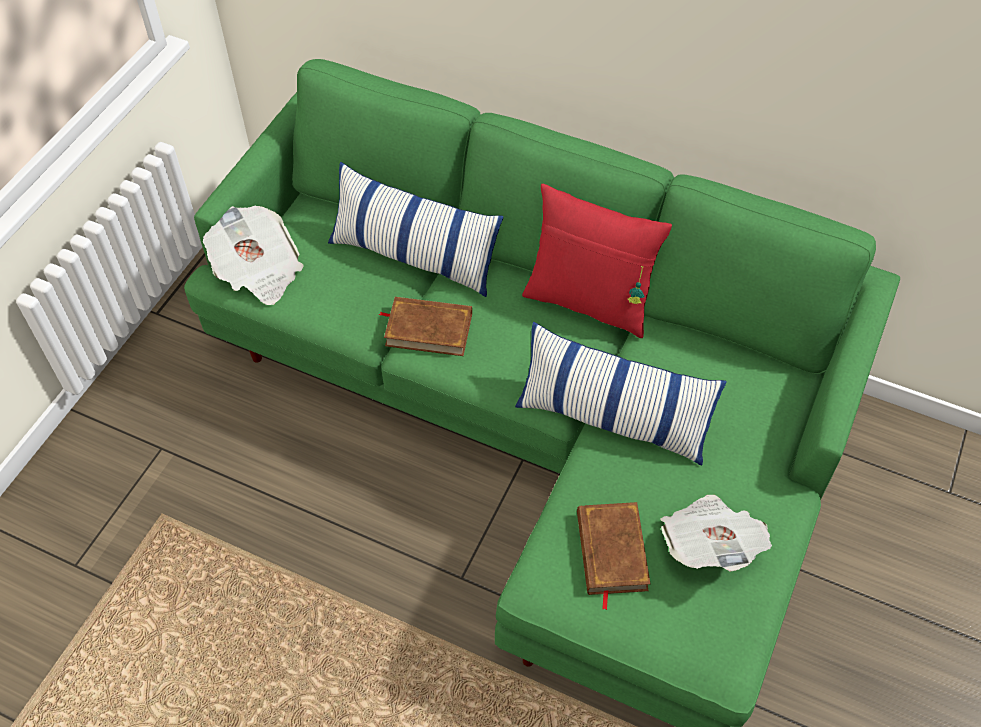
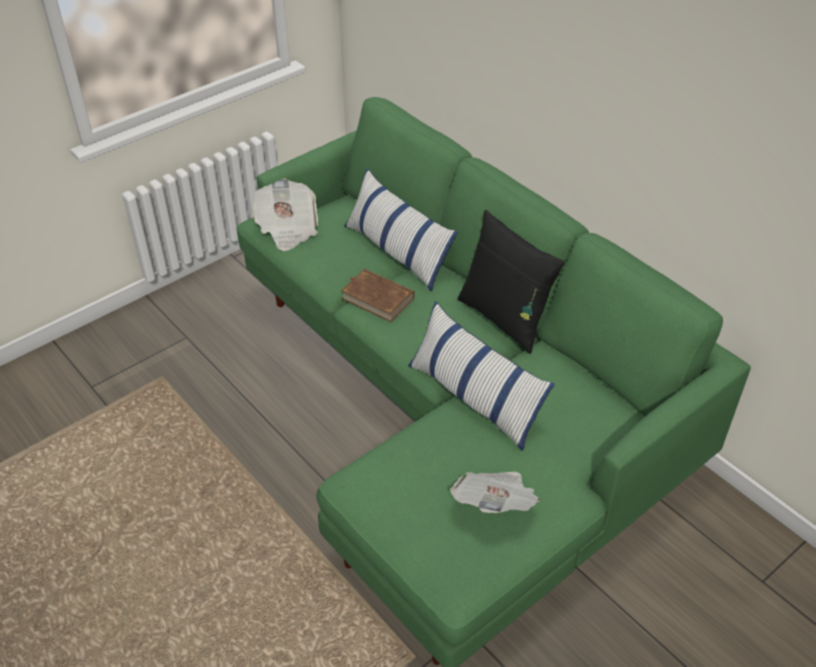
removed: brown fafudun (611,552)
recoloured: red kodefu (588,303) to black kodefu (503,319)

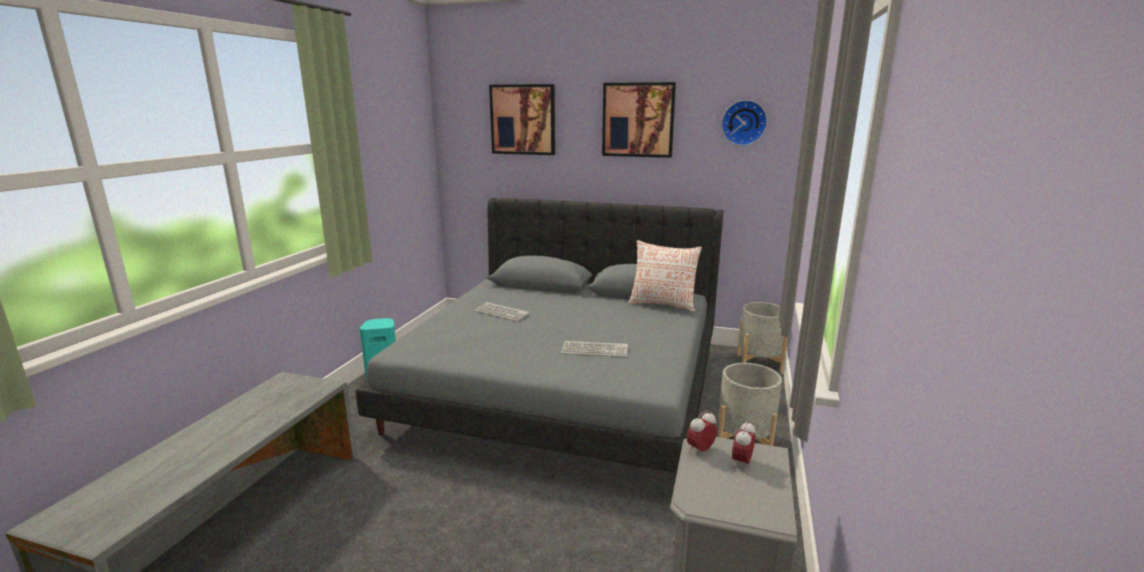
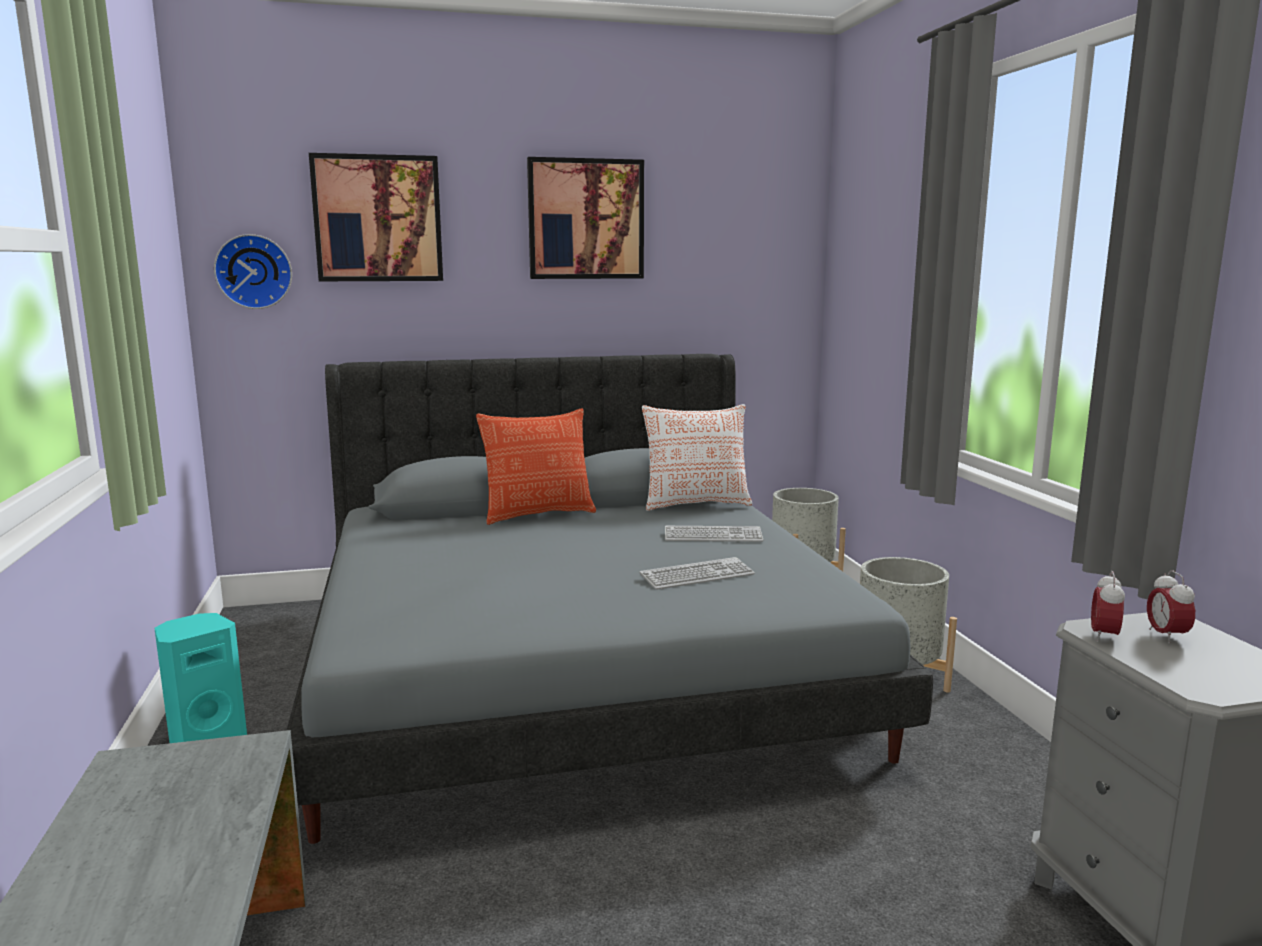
added: orange kodefu (538,515)
moved: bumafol (744,123) to (254,271); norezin (501,313) to (713,536)

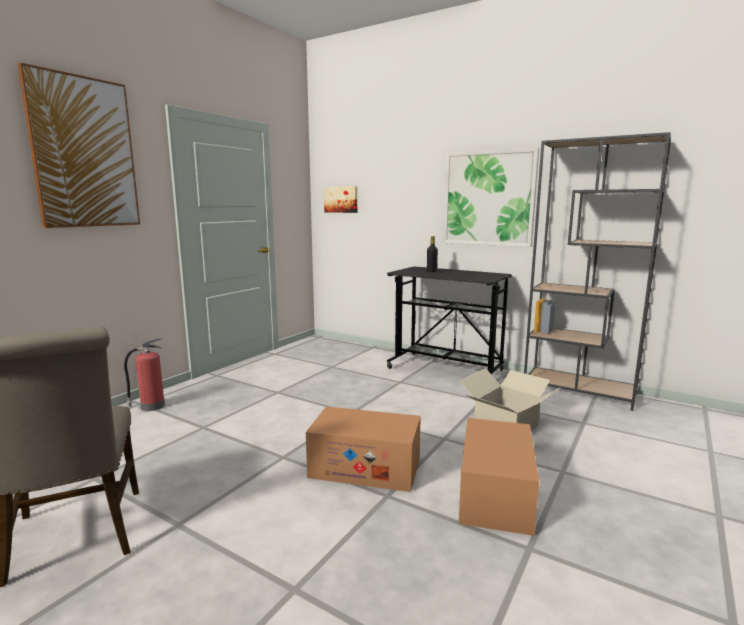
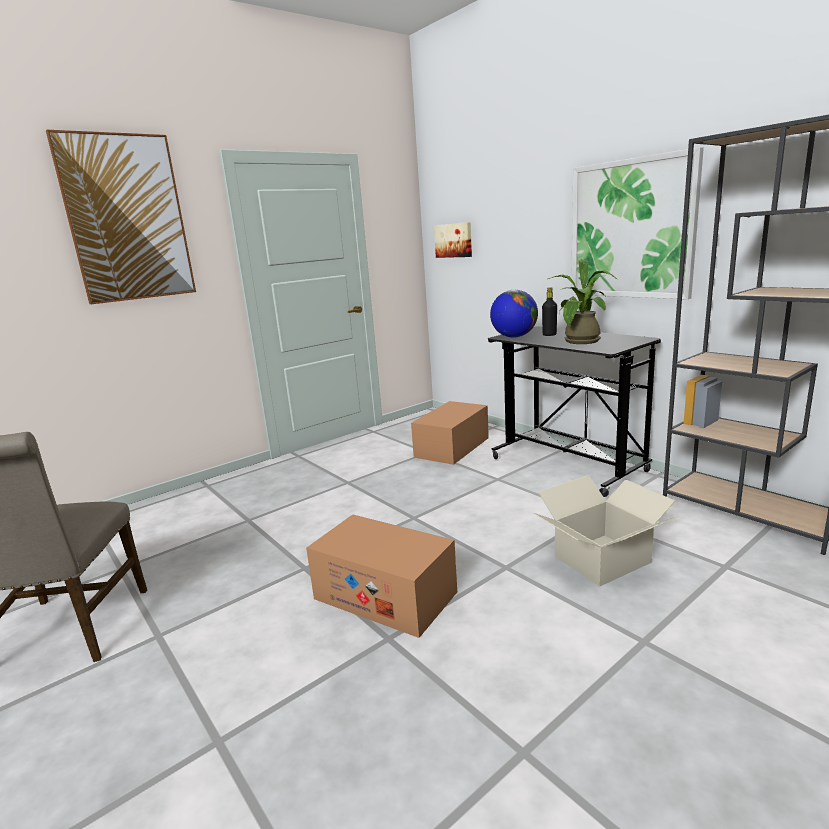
removed: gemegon (151,406)
added: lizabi (514,337); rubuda (580,342)
moved: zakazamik (495,493) to (452,447)

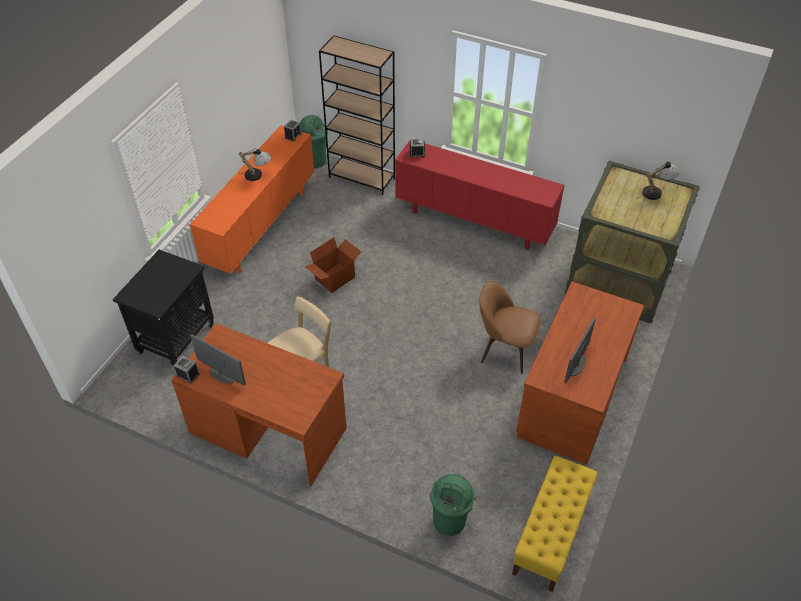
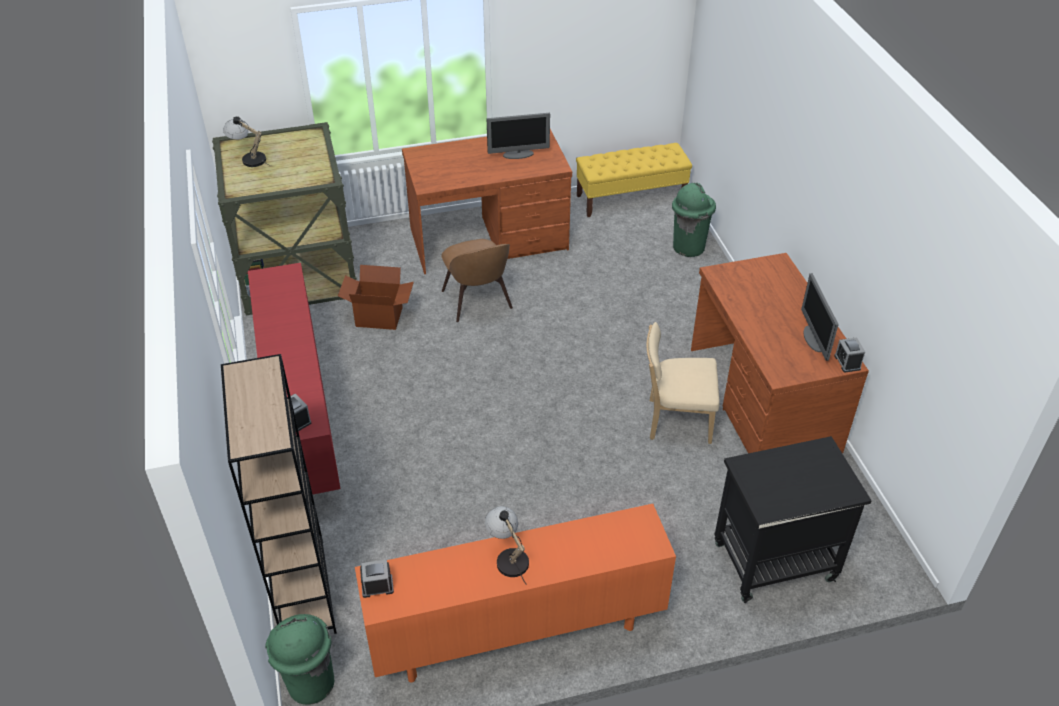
moved: zakazamik (335,279) to (379,316)

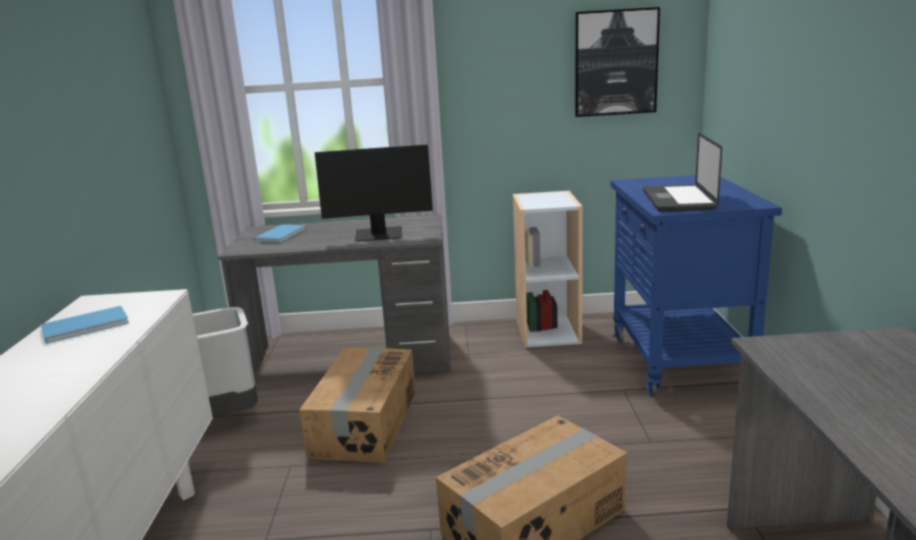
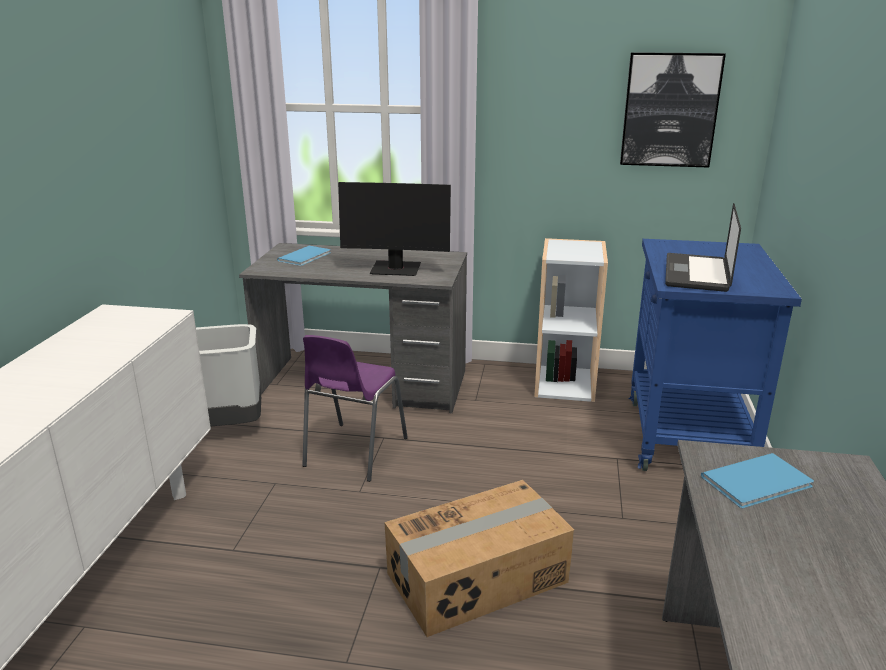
moved: blue fafudun (88,326) to (760,482)
replaced: zakazamik (364,424) to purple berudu (353,453)

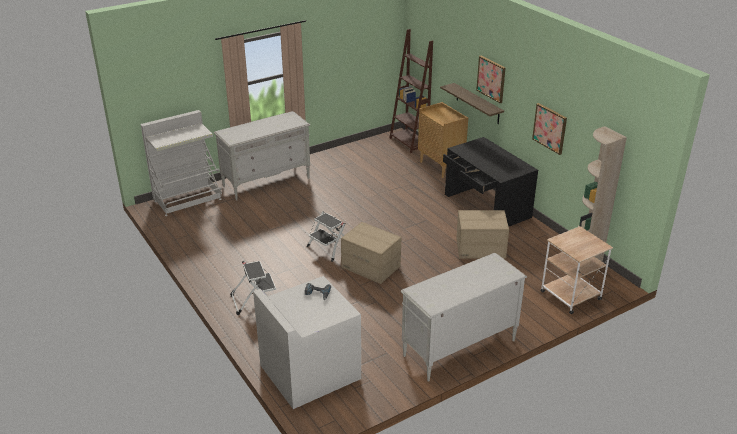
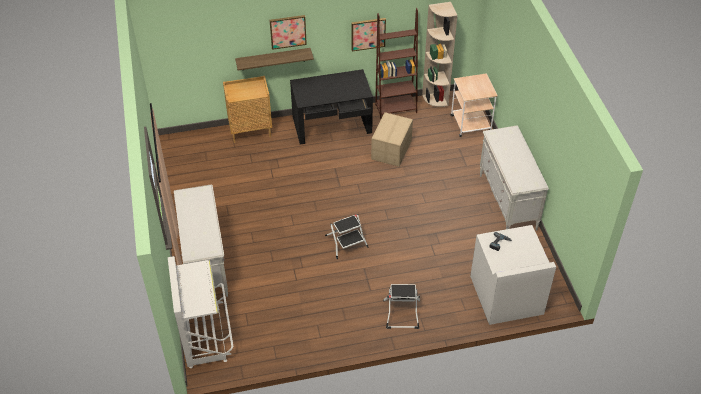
removed: zakazamik (371,266)
moved: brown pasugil (408,143) to (396,108)

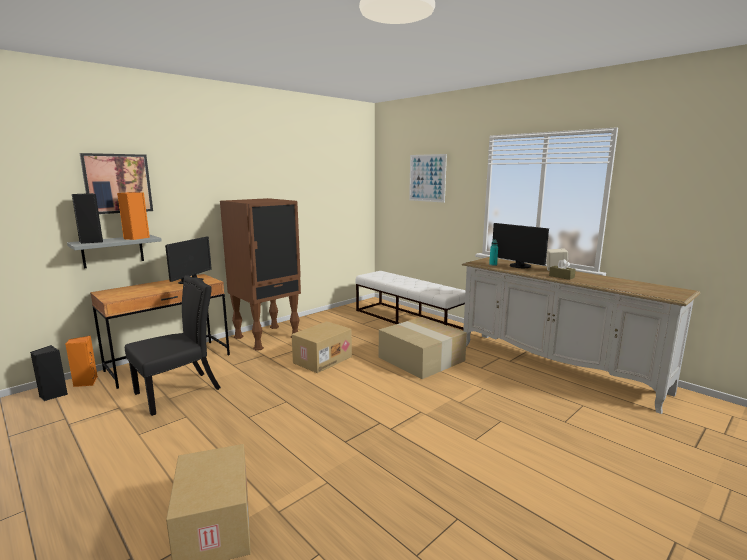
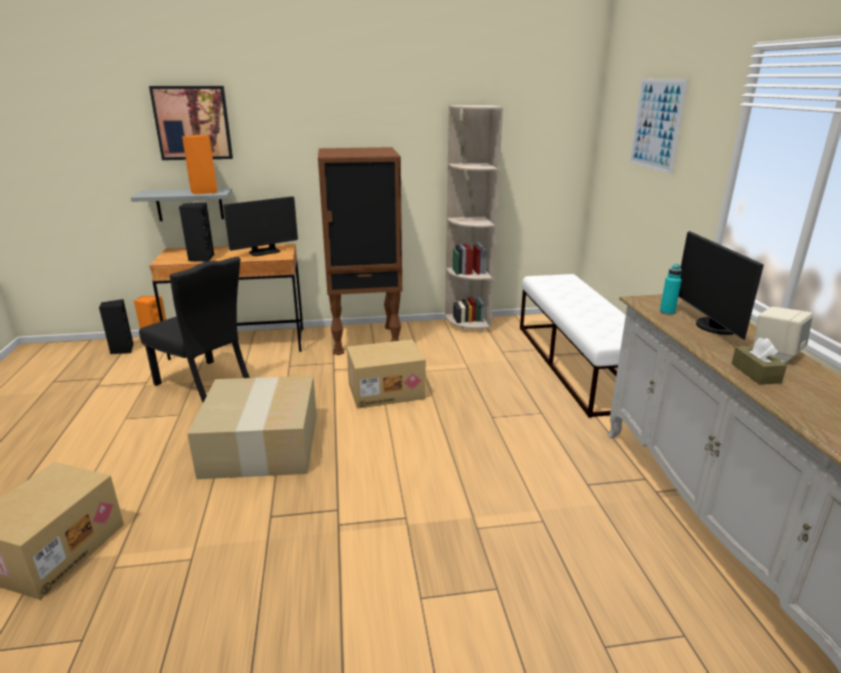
added: beige pasugil (468,326)
moved: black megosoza (91,241) to (201,258); zakazamik (422,359) to (263,445)
turned: black berudu (176,392) = (204,382) 45 degrees clockwise

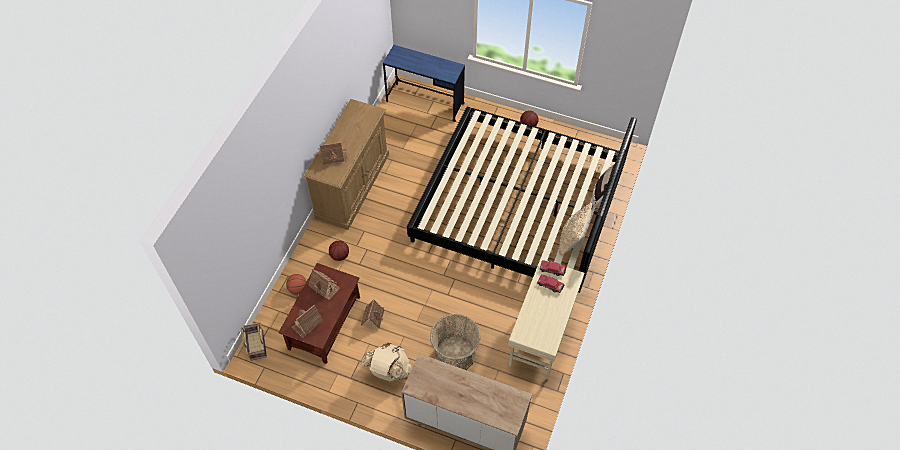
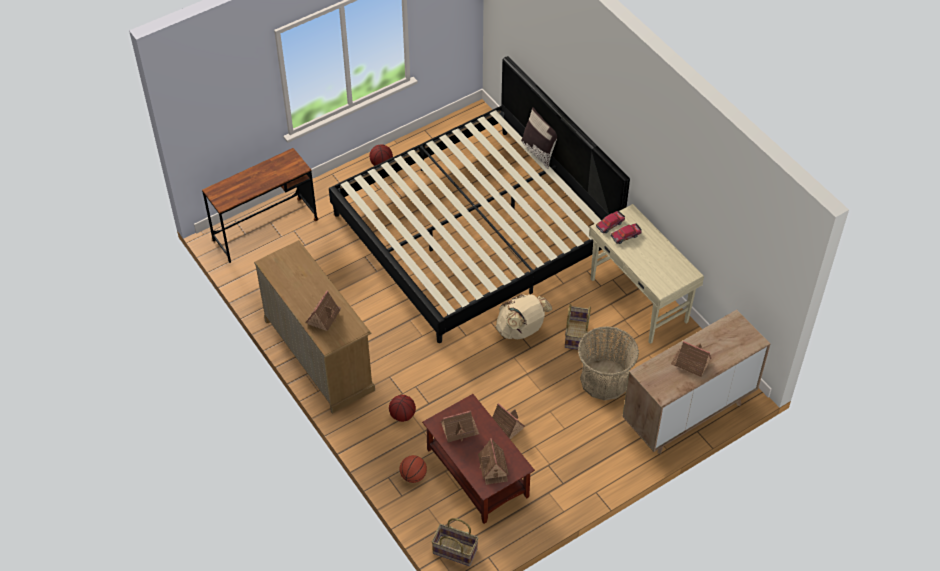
removed: beige kodefu (572,241)
added: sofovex (577,335); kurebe (690,363)
moved: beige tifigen (388,370) to (521,330)
recoloured: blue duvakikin (425,102) to brown duvakikin (265,230)

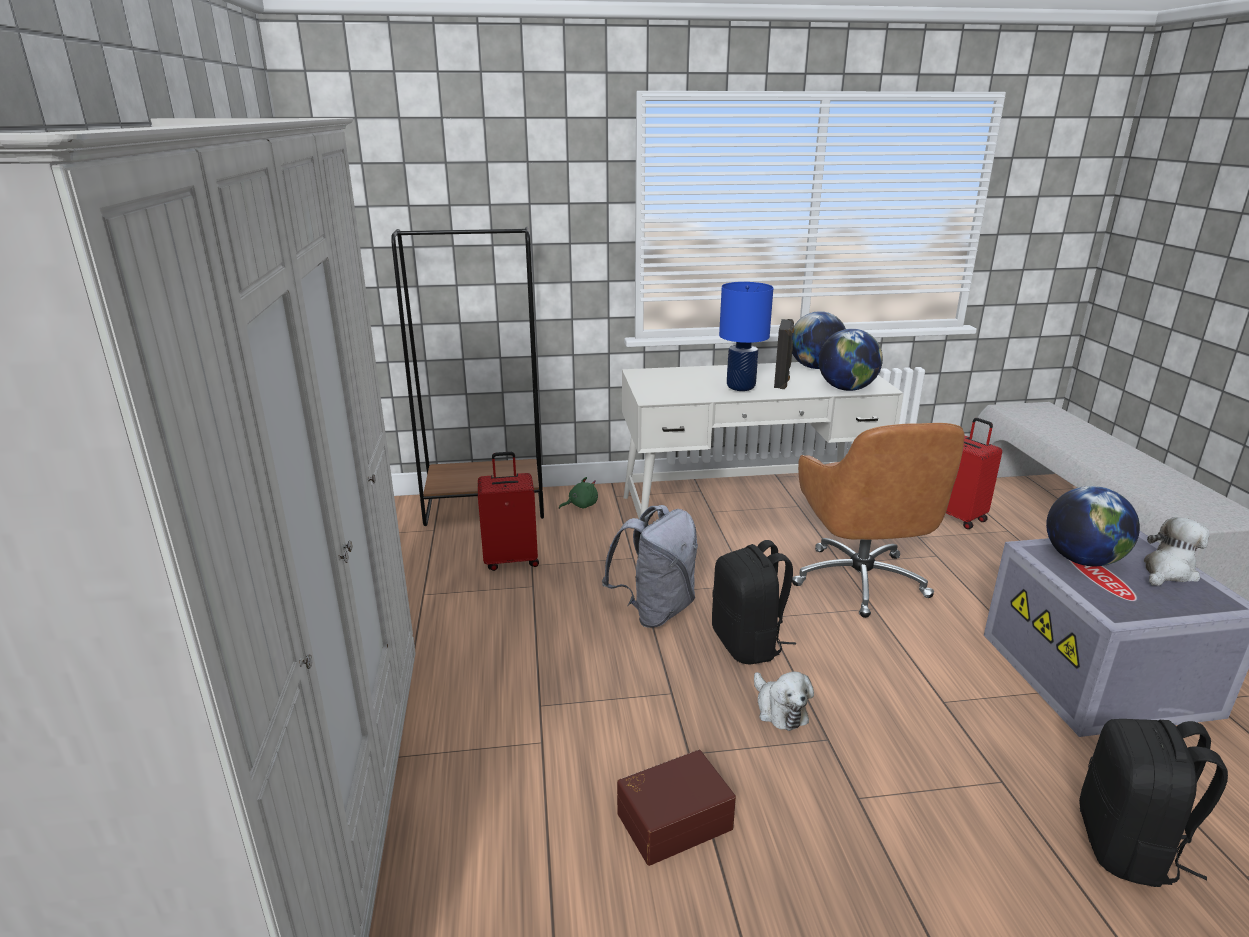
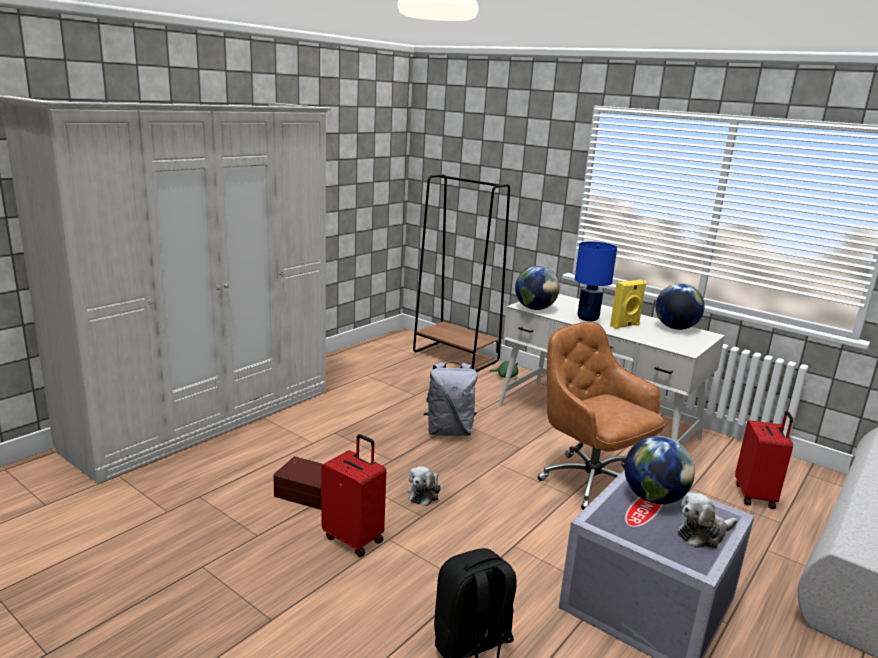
removed: black tifigen (748,644)
moved: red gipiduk (511,559) to (354,538); lizabi (846,389) to (534,308)
recoloured: black megosoza (782,382) to yellow megosoza (625,326)
turned: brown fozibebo (858,581) = (591,481) 105 degrees clockwise; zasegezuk (1168,571) = (703,534) 150 degrees clockwise

